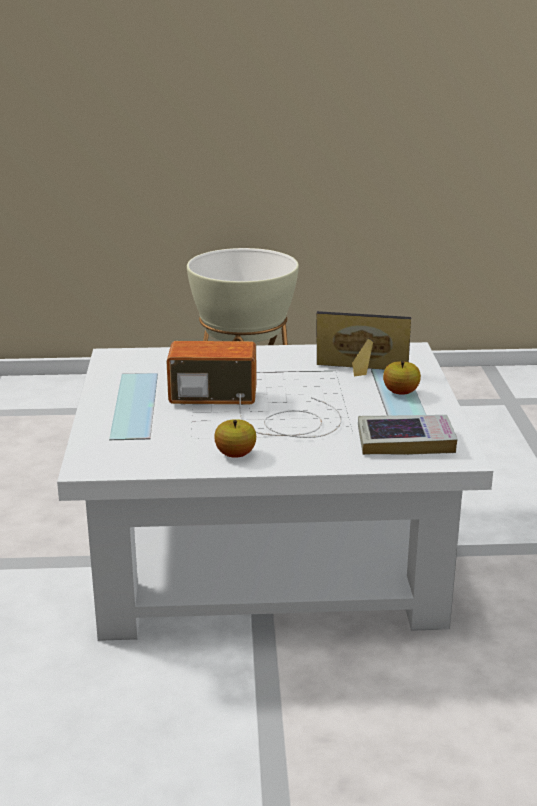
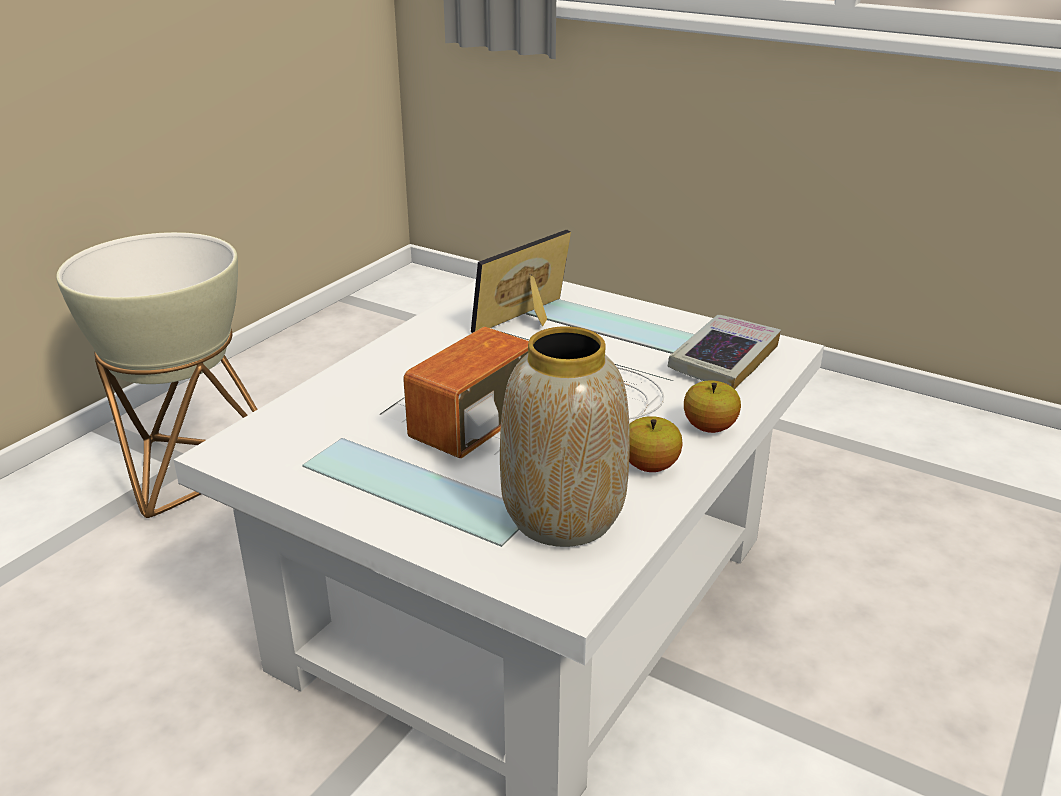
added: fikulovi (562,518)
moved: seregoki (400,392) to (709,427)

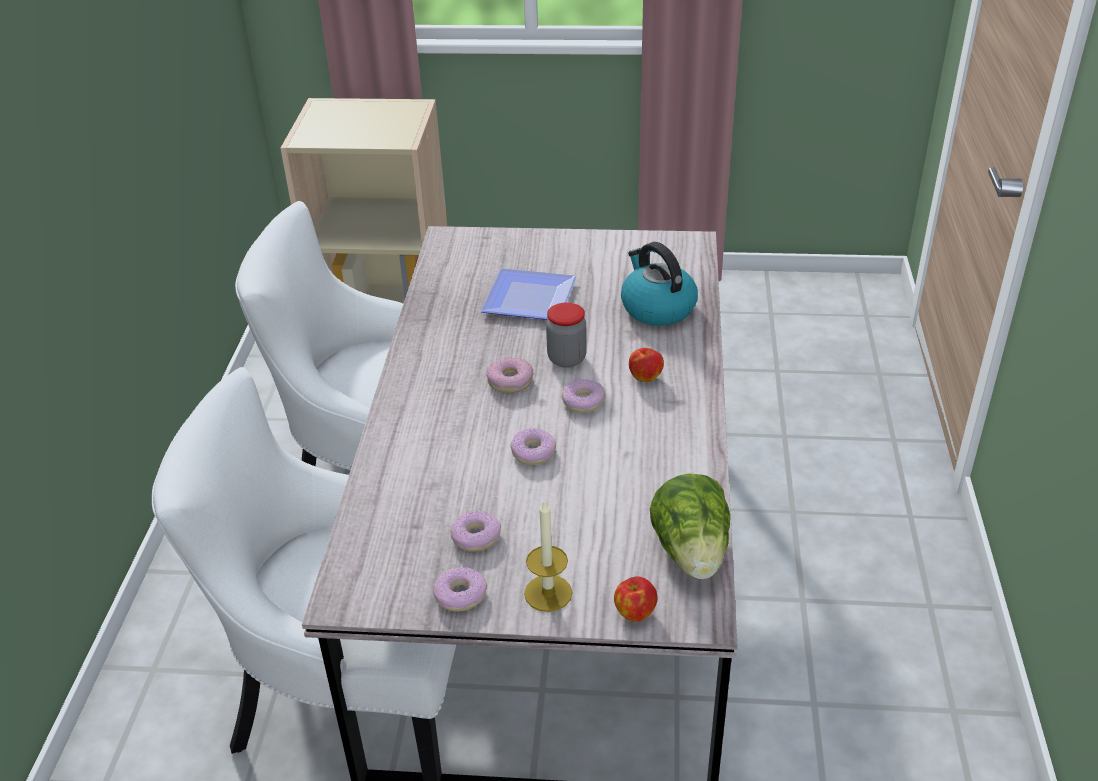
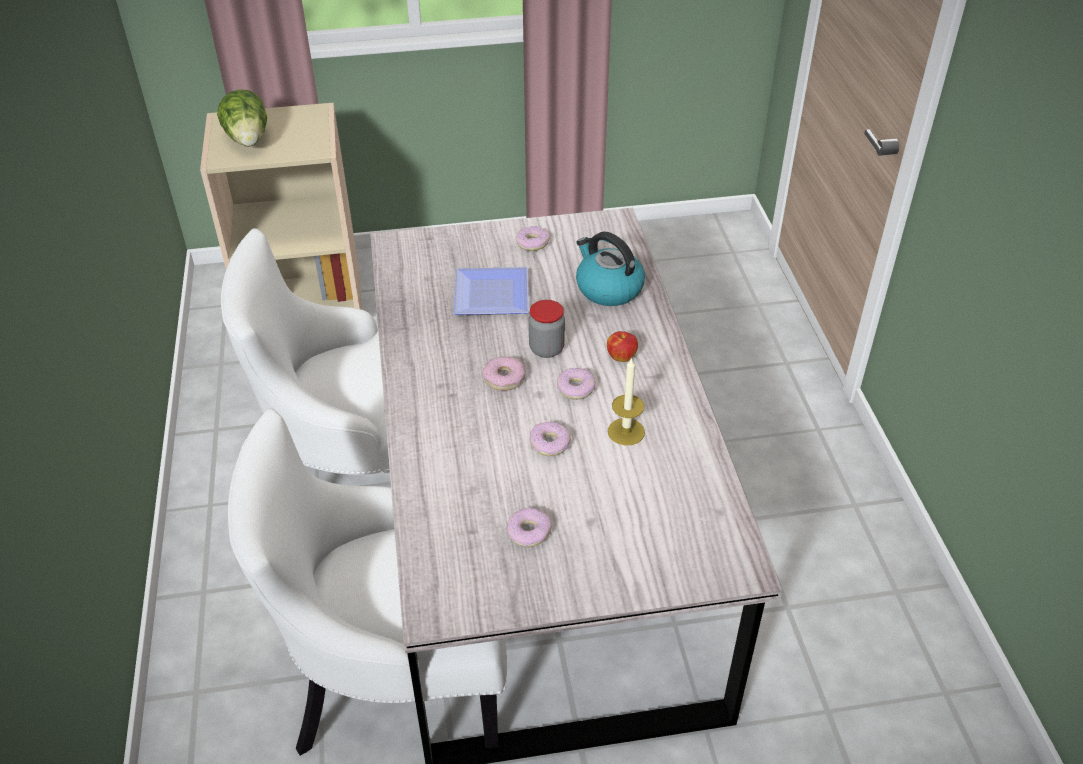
removed: seregoki (634,612)
moved: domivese (692,552) to (249,140); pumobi (460,595) to (532,243); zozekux (548,593) to (626,431)

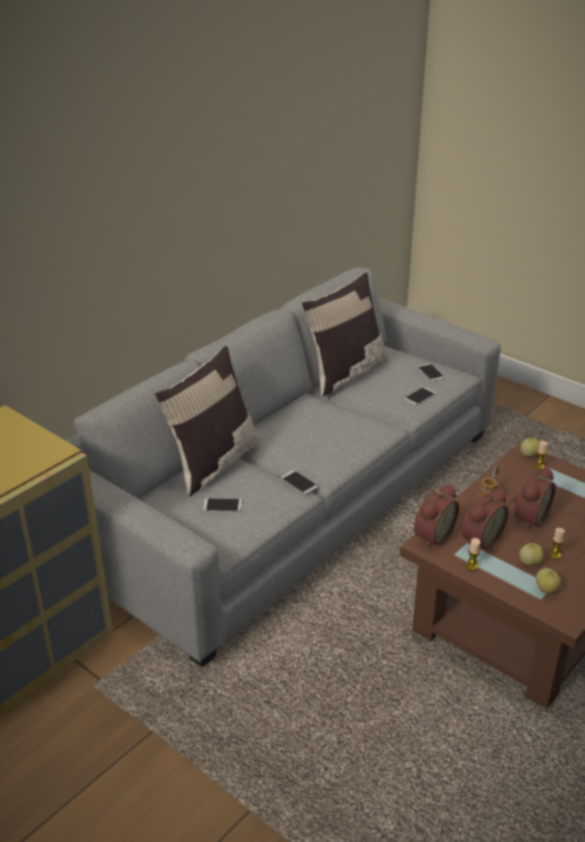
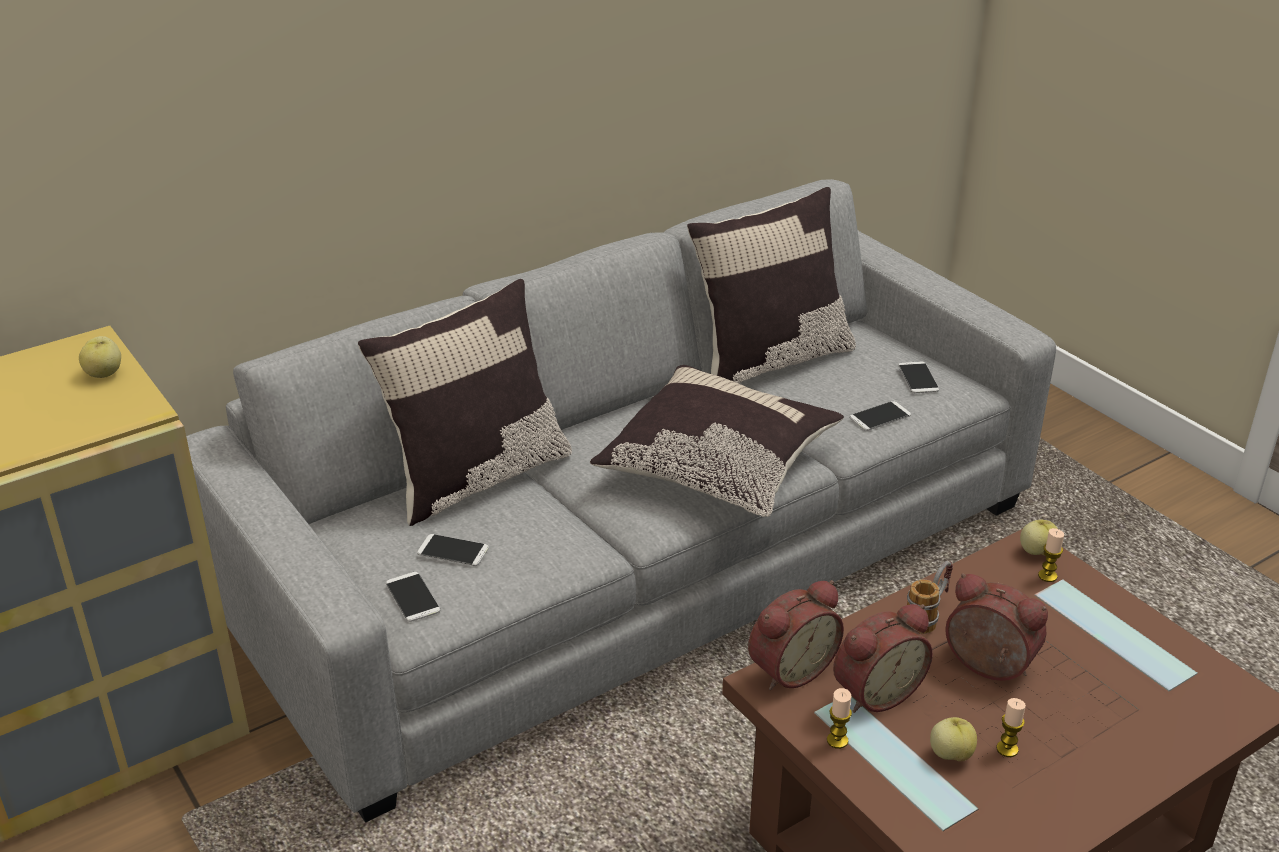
added: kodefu (718,467)
moved: seregoki (546,589) to (105,373); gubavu (299,483) to (412,597)
turned: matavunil (528,517) = (987,667) 105 degrees counterclockwise

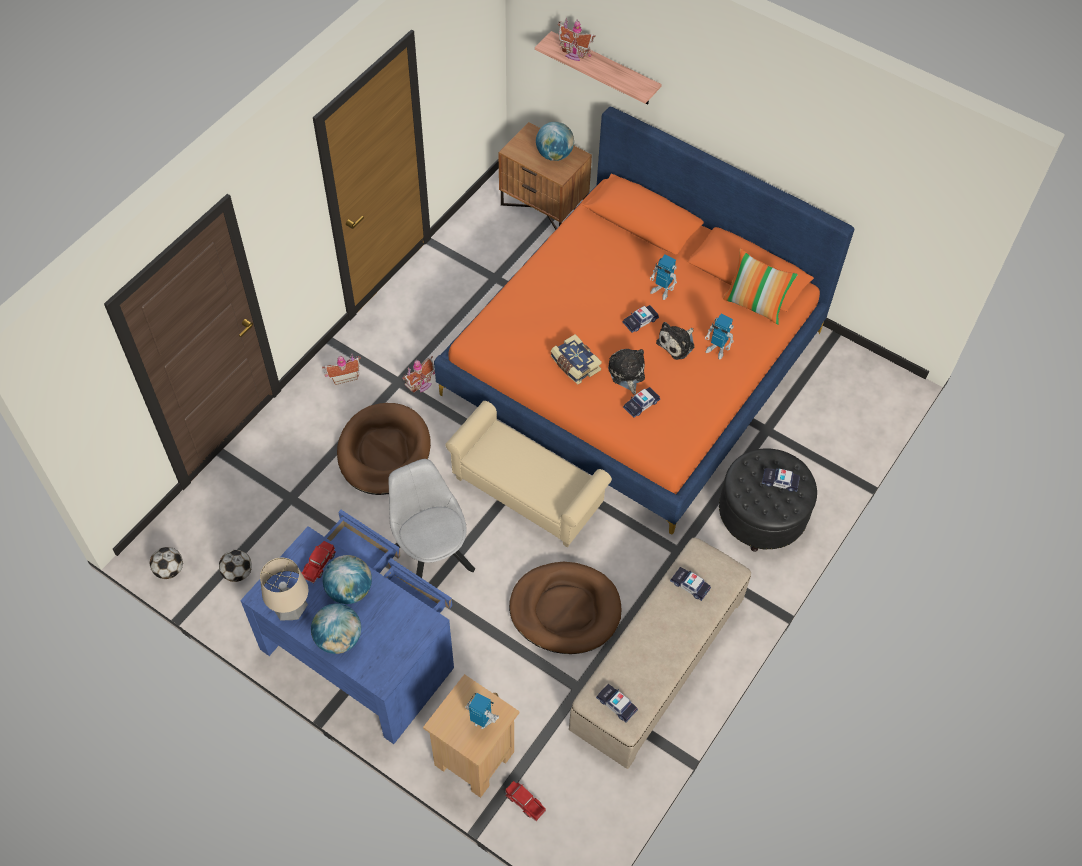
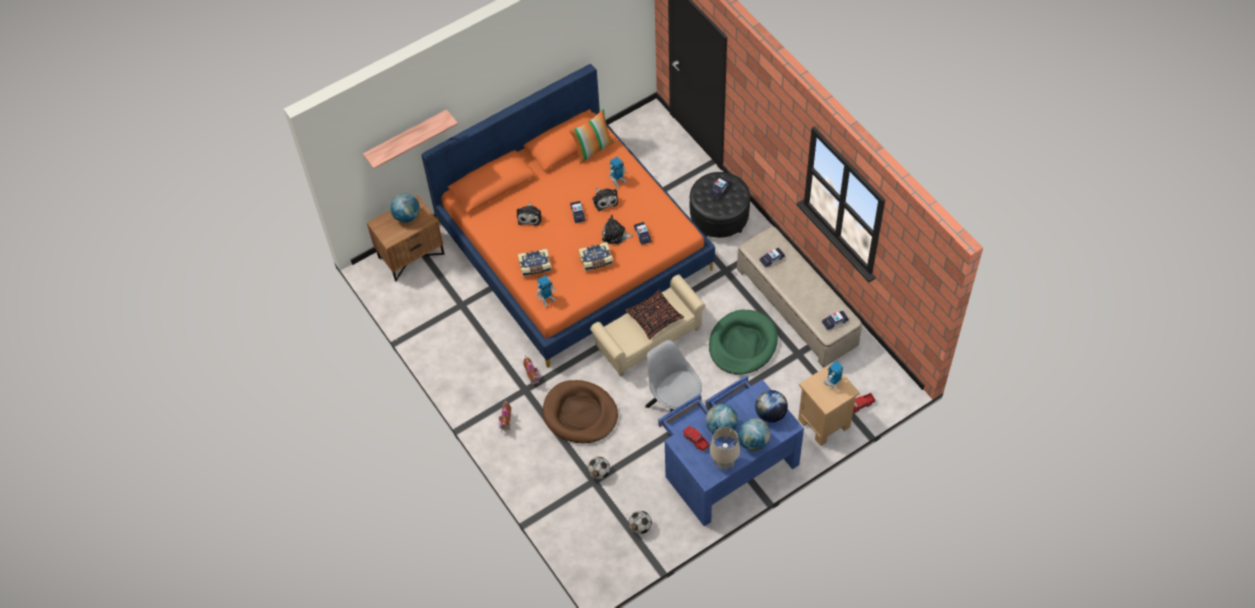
removed: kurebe (574,53)
added: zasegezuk (530,216); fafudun (535,266); black kodefu (654,318); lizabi (770,414)
moved: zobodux (661,290) to (547,299); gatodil (169,570) to (599,473)
recoloured: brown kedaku (565,610) to green kedaku (742,344)
turned: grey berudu (431,556) = (674,407) 60 degrees clockwise

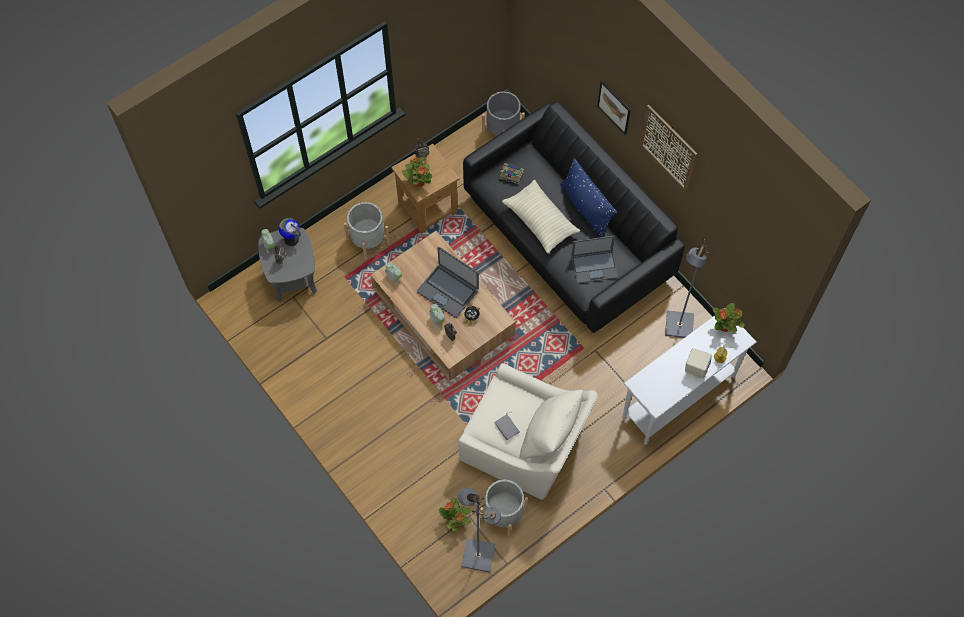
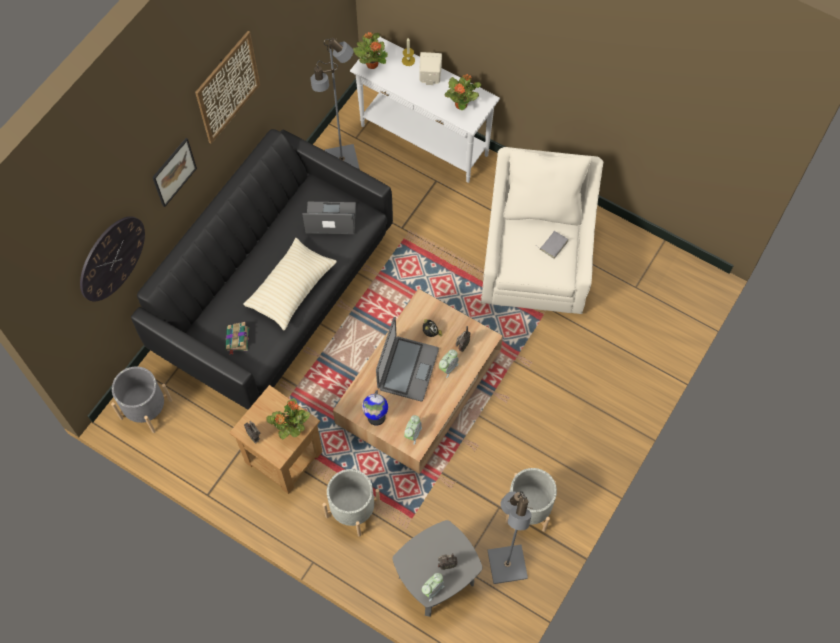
removed: blue kodefu (586,208)
added: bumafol (112,258)
moved: lizabi (291,239) to (376,417); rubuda (455,521) to (461,104); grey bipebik (478,555) to (507,564); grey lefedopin (503,513) to (528,508)
turned: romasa (595,266) = (330,218) 60 degrees counterclockwise

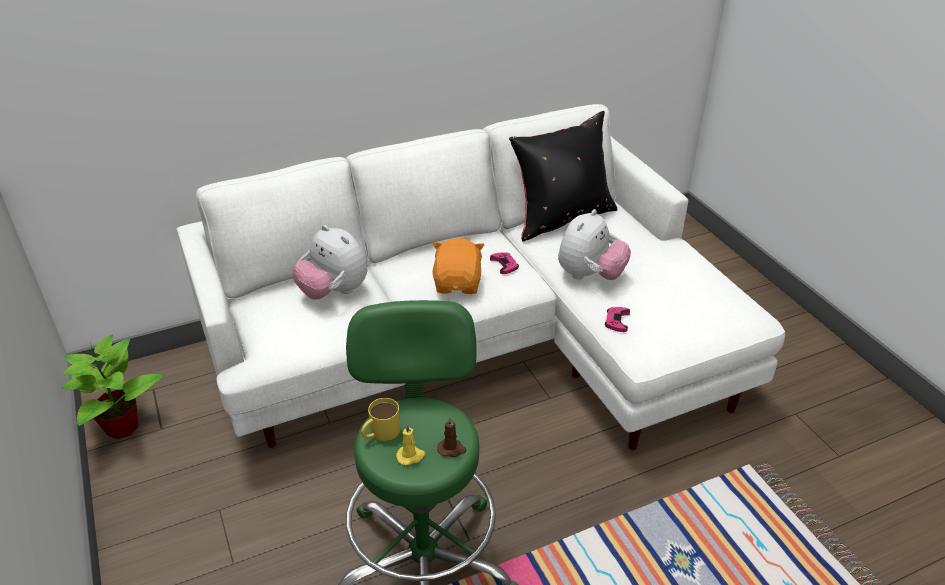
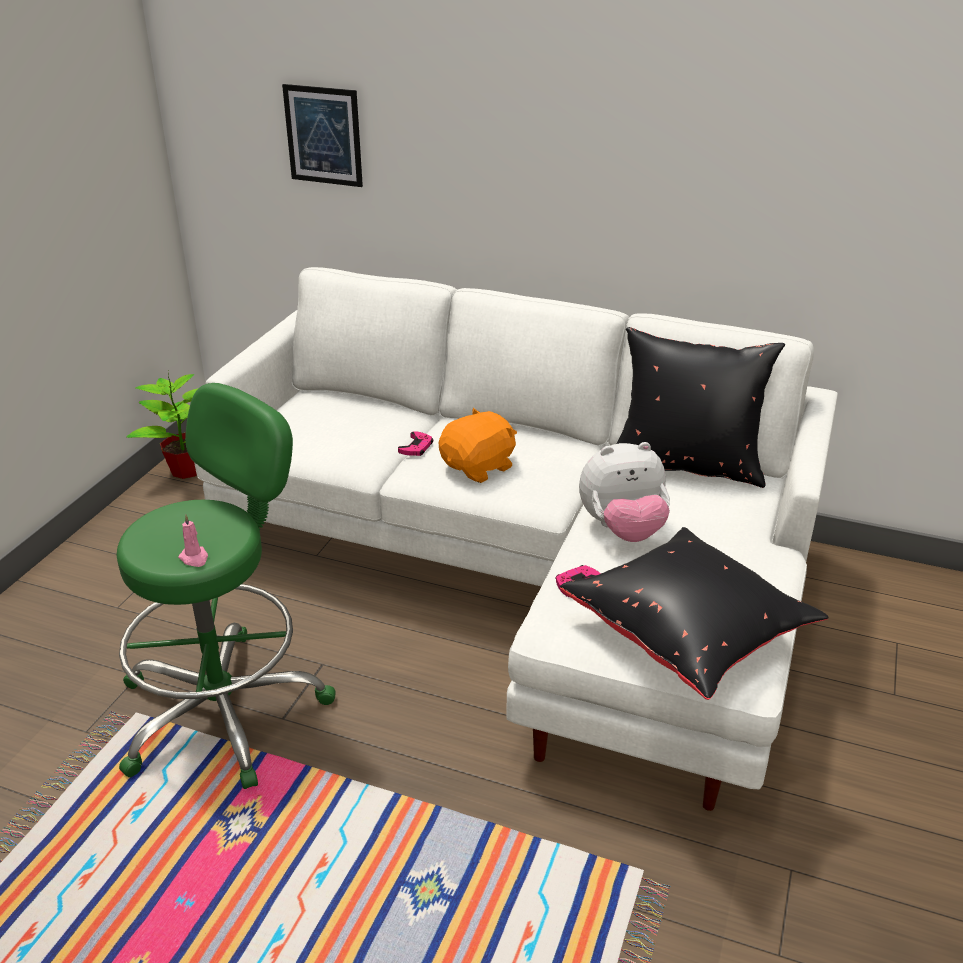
removed: zasegezuk (334,292); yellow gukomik (380,433); yellow zozekux (411,456)
added: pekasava (323,135); black kodefu (688,633)
moved: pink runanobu (504,265) to (416,447)
recoloured: brown zozekux (452,449) to pink zozekux (194,558)

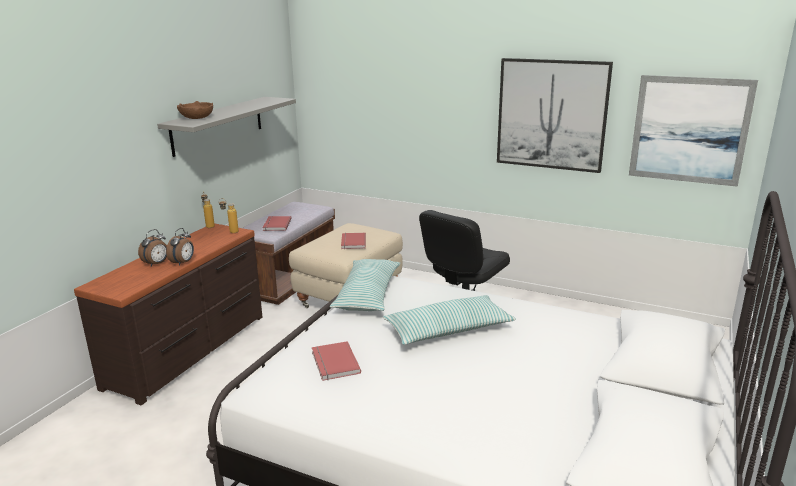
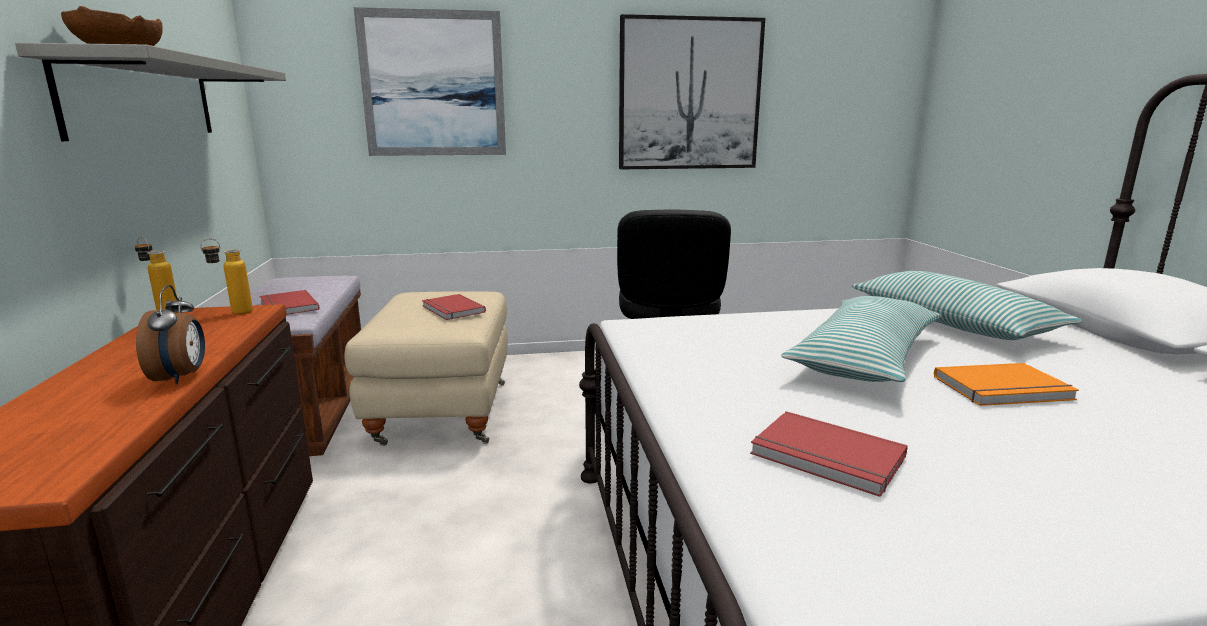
removed: matavunil (156,264)
added: orange fafudun (1005,389)
moved: pekasava (689,130) to (433,84); kodefu (367,295) to (952,322)

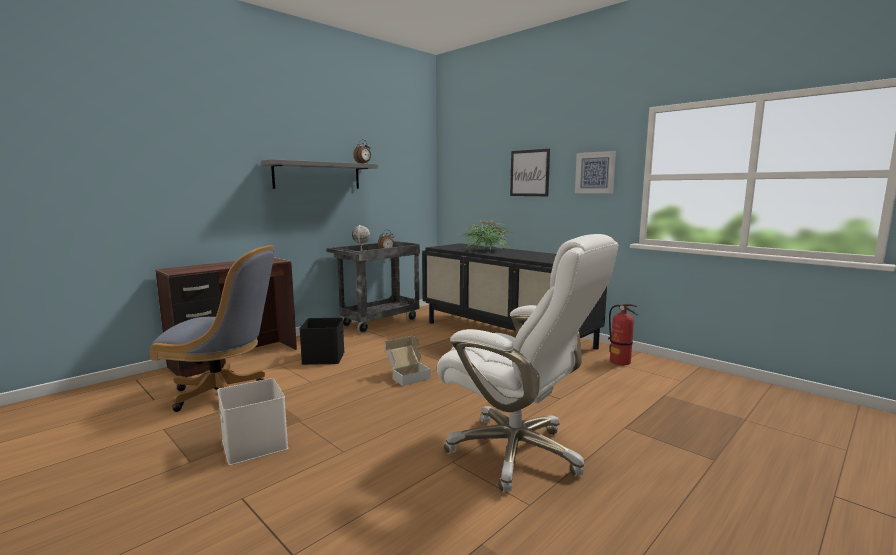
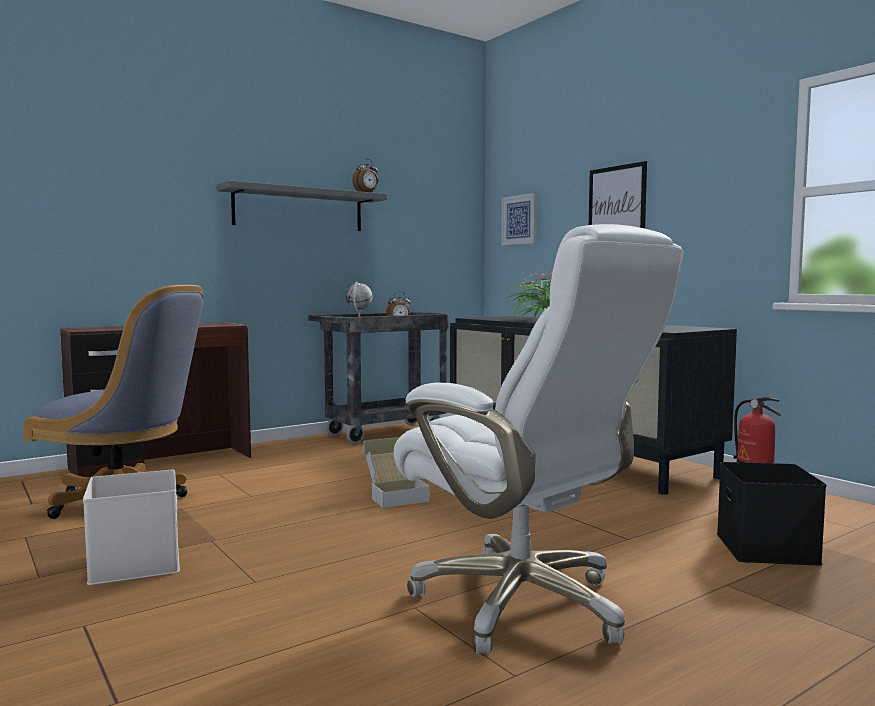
moved: pekasava (595,172) to (520,220); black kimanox (323,357) to (764,547)

